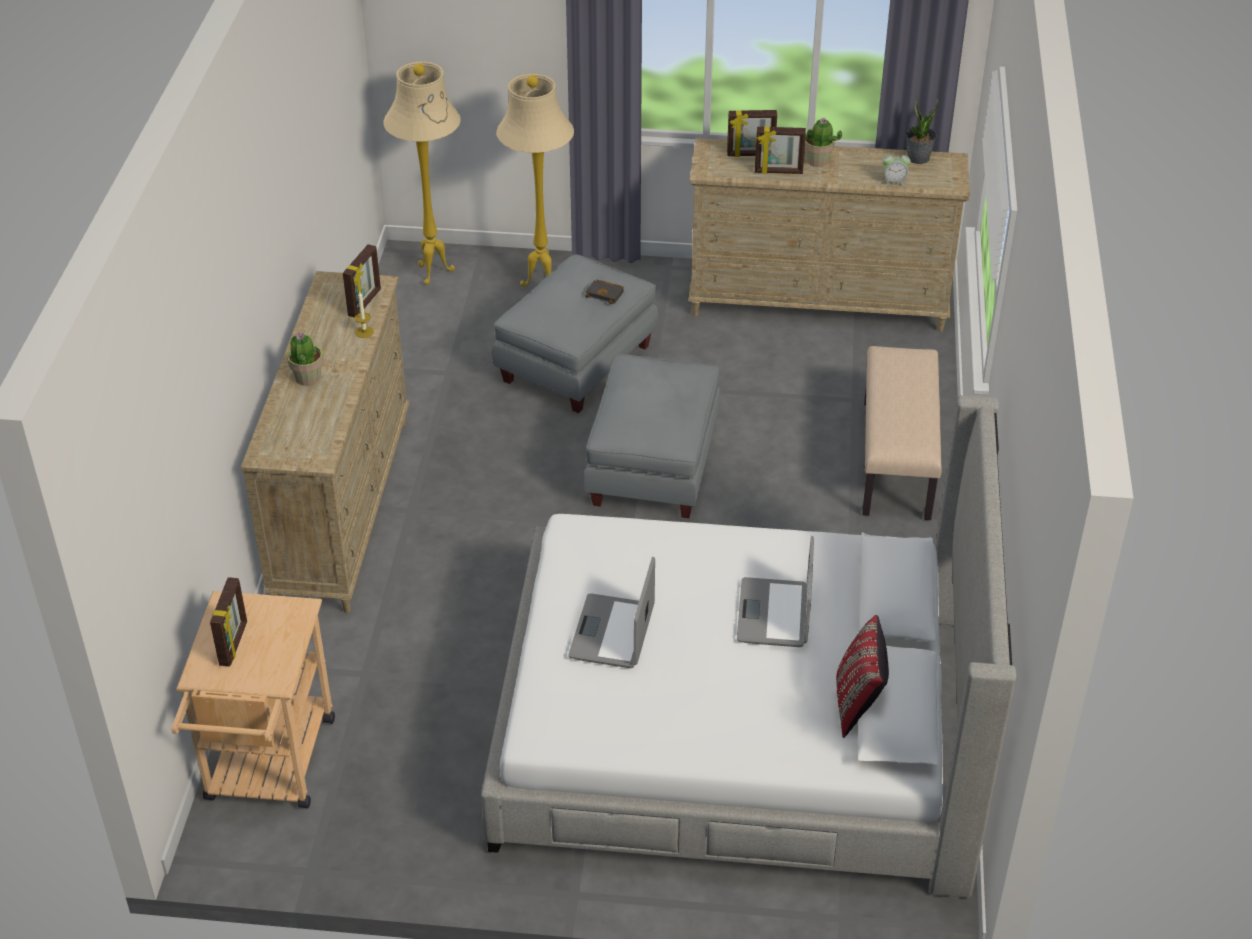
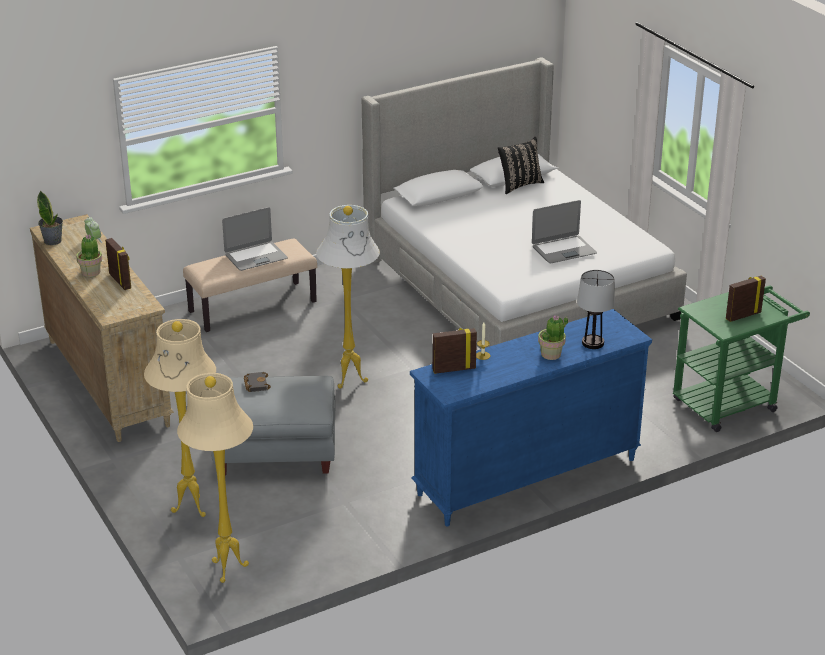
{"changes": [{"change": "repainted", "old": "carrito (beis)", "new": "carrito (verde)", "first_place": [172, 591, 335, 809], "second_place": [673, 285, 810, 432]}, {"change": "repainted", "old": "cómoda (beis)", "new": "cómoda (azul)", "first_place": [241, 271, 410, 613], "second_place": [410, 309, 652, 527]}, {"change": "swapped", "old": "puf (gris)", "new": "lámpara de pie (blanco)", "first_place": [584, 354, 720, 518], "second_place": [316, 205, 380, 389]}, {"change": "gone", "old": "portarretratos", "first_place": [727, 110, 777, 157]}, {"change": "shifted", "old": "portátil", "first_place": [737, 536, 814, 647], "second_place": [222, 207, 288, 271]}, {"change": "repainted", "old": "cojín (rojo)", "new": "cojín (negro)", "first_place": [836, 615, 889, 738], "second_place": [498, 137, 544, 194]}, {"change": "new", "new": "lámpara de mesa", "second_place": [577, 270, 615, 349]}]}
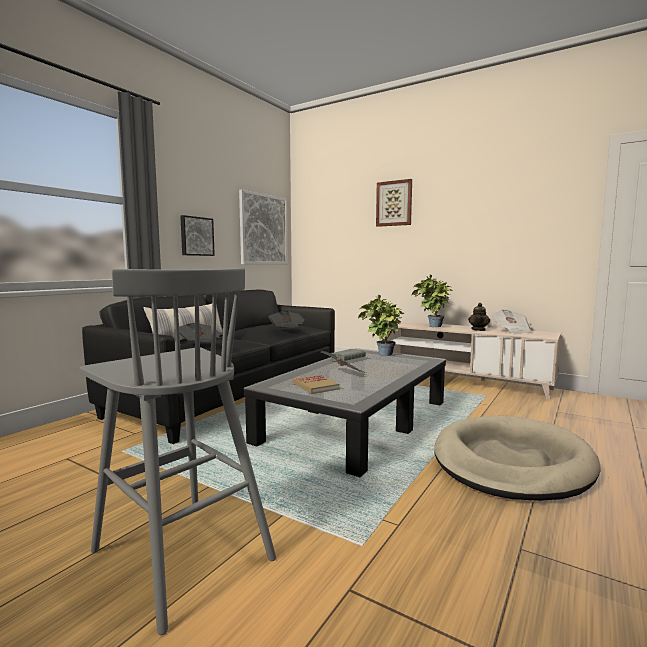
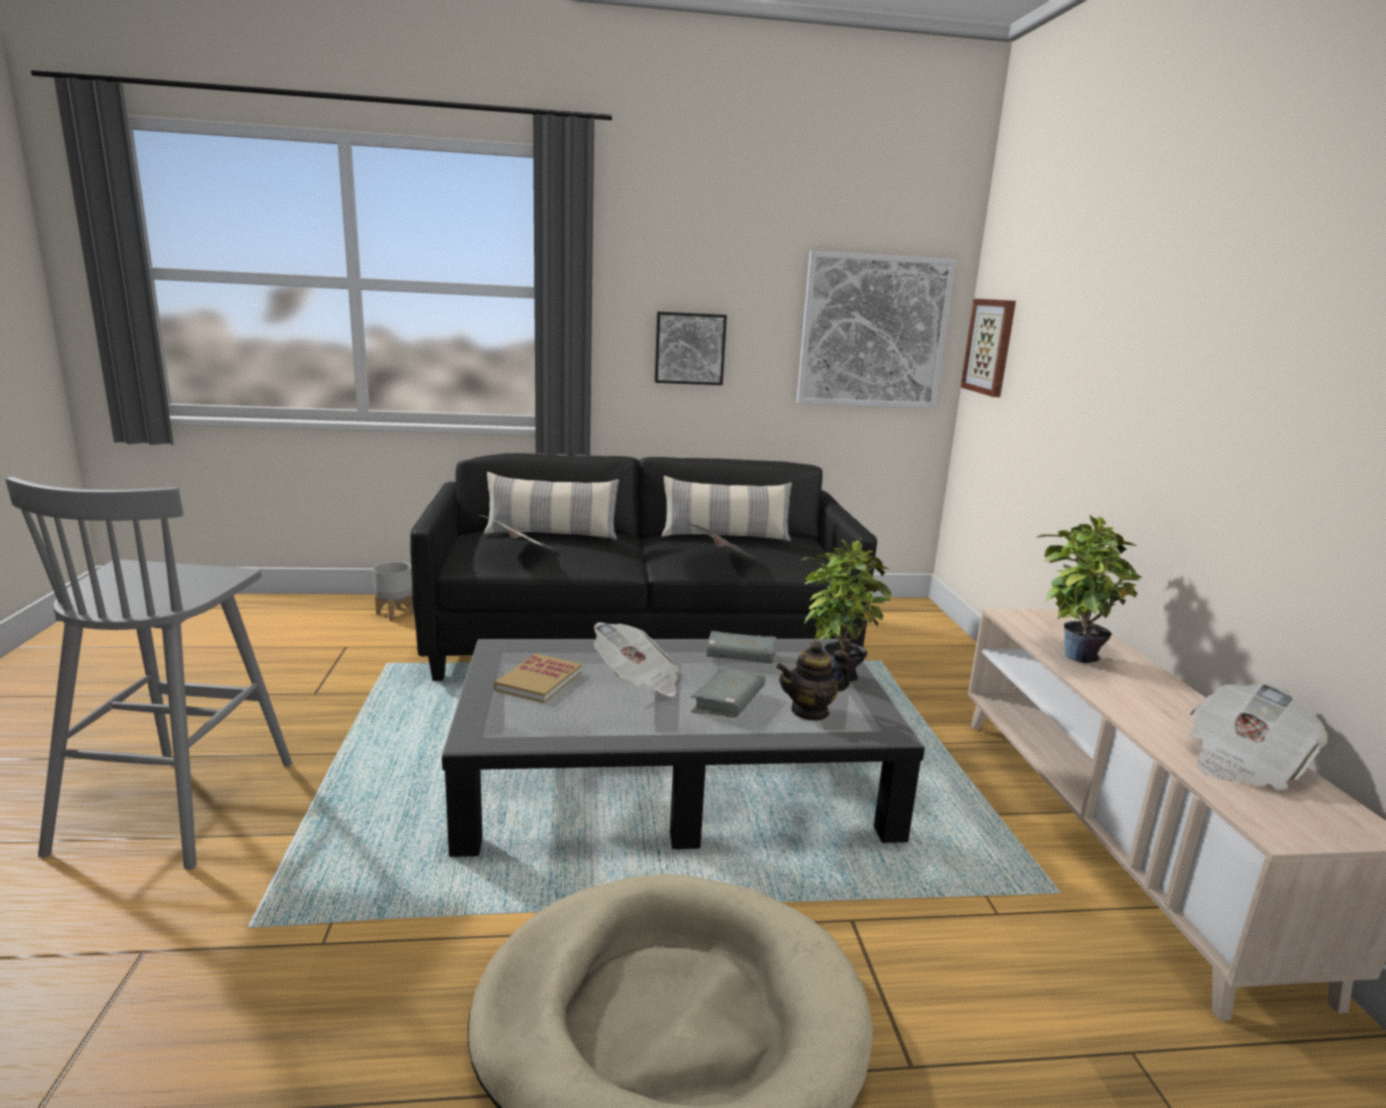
{"changes": [{"change": "shifted", "old": "cuadro", "first_place": [376, 179, 412, 227], "second_place": [961, 299, 1016, 397]}, {"change": "shifted", "old": "tetera", "first_place": [468, 303, 490, 331], "second_place": [776, 641, 850, 721]}, {"change": "new", "new": "maceta (gris)", "second_place": [373, 562, 414, 621]}, {"change": "new", "new": "cojín", "second_place": [661, 476, 792, 541]}, {"change": "new", "new": "libro (gris)", "second_place": [691, 666, 765, 718]}]}
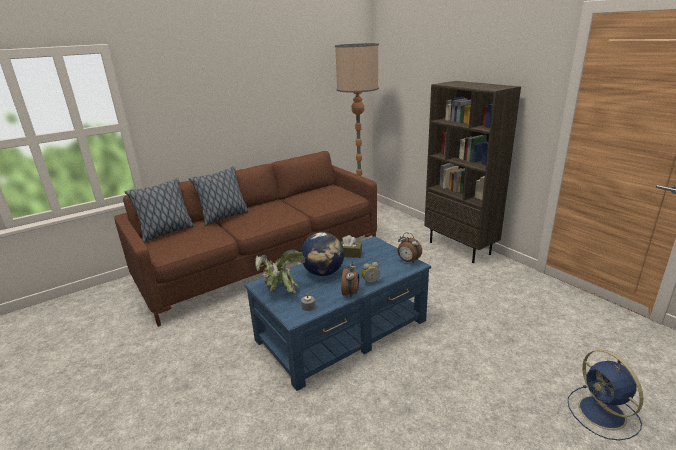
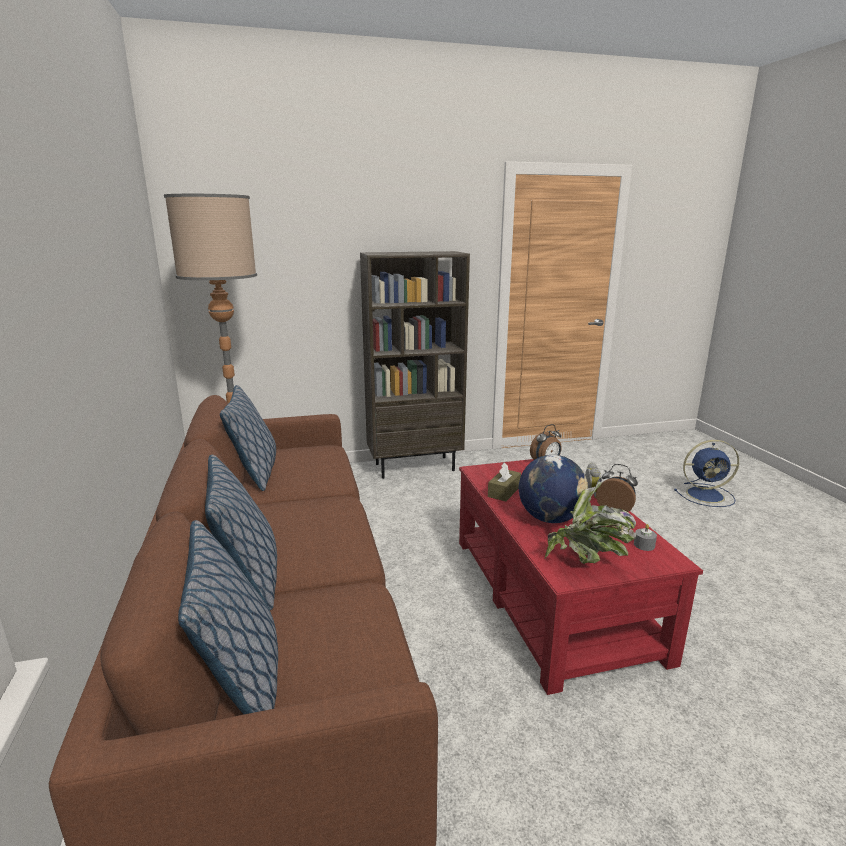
{"changes": [{"change": "repainted", "old": "mesa de centro (azul)", "new": "mesa de centro (rojo)", "first_place": [245, 236, 431, 391], "second_place": [459, 459, 703, 695]}, {"change": "new", "new": "cojín", "second_place": [220, 385, 276, 491]}]}
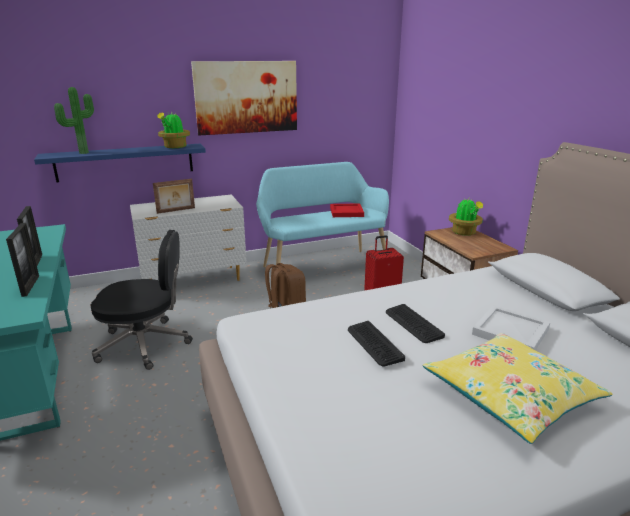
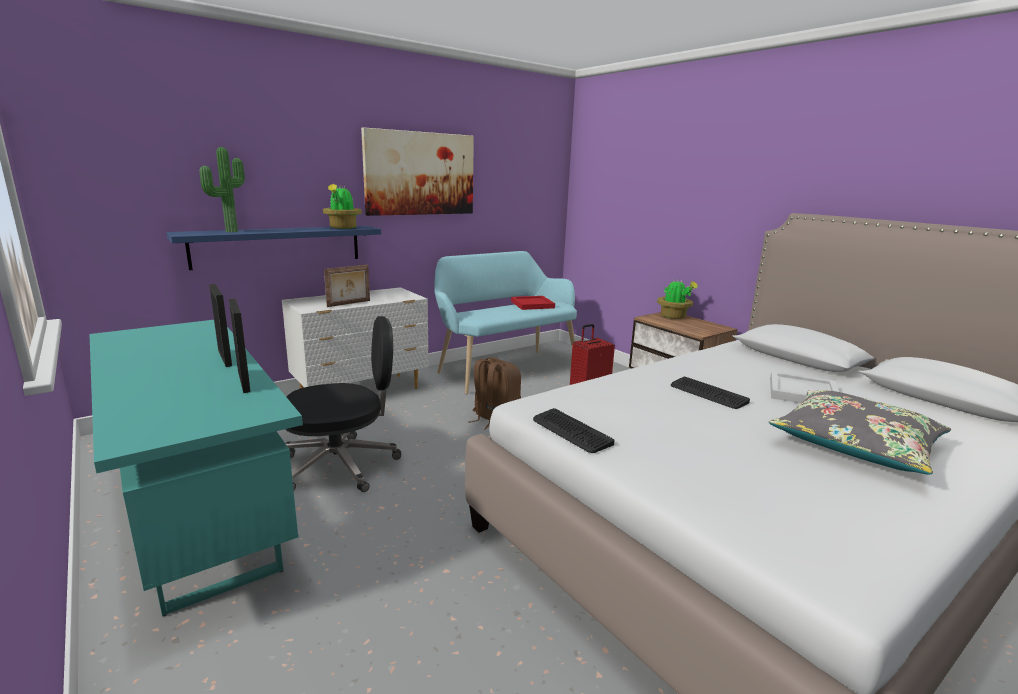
{"changes": [{"change": "shifted", "old": "teclado", "first_place": [348, 321, 405, 366], "second_place": [533, 408, 615, 453]}, {"change": "repainted", "old": "cojín (amarillo)", "new": "cojín (gris)", "first_place": [423, 333, 613, 444], "second_place": [769, 390, 951, 475]}]}
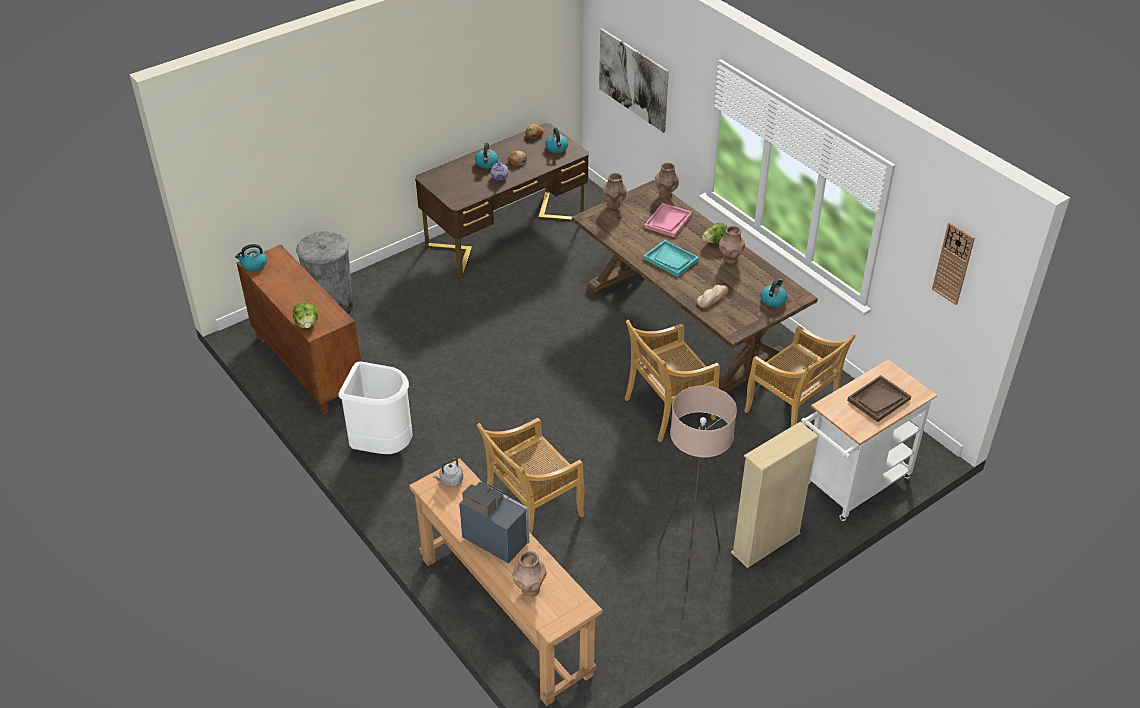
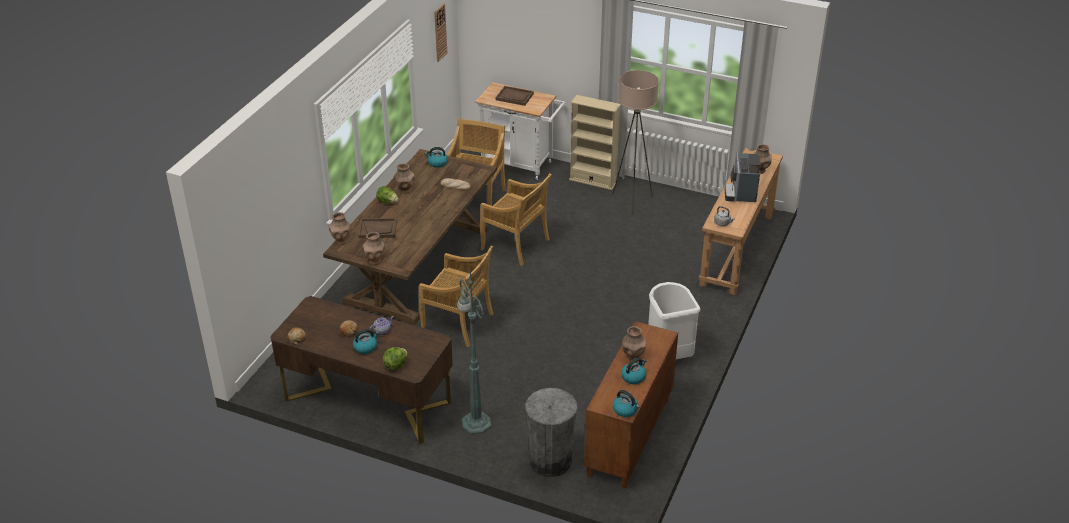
{"changes": [{"change": "shifted", "old": "lechuga", "first_place": [293, 302, 318, 328], "second_place": [383, 347, 408, 370]}, {"change": "shifted", "old": "silla (beis)", "first_place": [477, 418, 585, 535], "second_place": [419, 245, 493, 347]}, {"change": "shifted", "old": "hervidor", "first_place": [545, 128, 568, 153], "second_place": [621, 358, 646, 384]}, {"change": "gone", "old": "cuadro", "first_place": [599, 29, 669, 133]}, {"change": "gone", "old": "bandeja (turquesa)", "first_place": [643, 240, 699, 277]}, {"change": "repainted", "old": "bandeja (rosa)", "new": "bandeja (marrón)", "first_place": [644, 203, 692, 238], "second_place": [358, 218, 397, 238]}, {"change": "new", "new": "lámpara de pie (verde)", "second_place": [457, 268, 491, 434]}, {"change": "new", "new": "florero (marrón)", "second_place": [622, 326, 647, 361]}]}
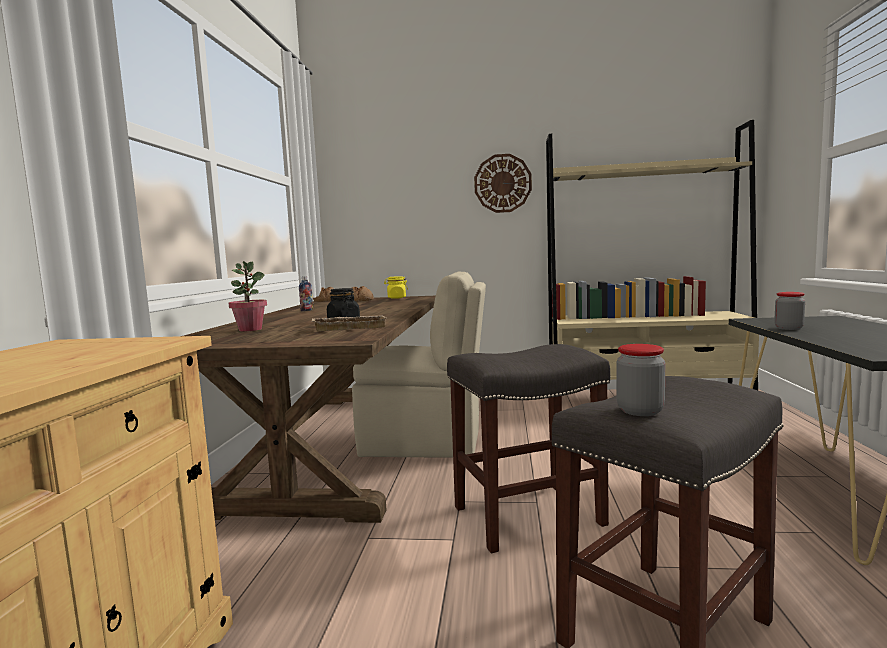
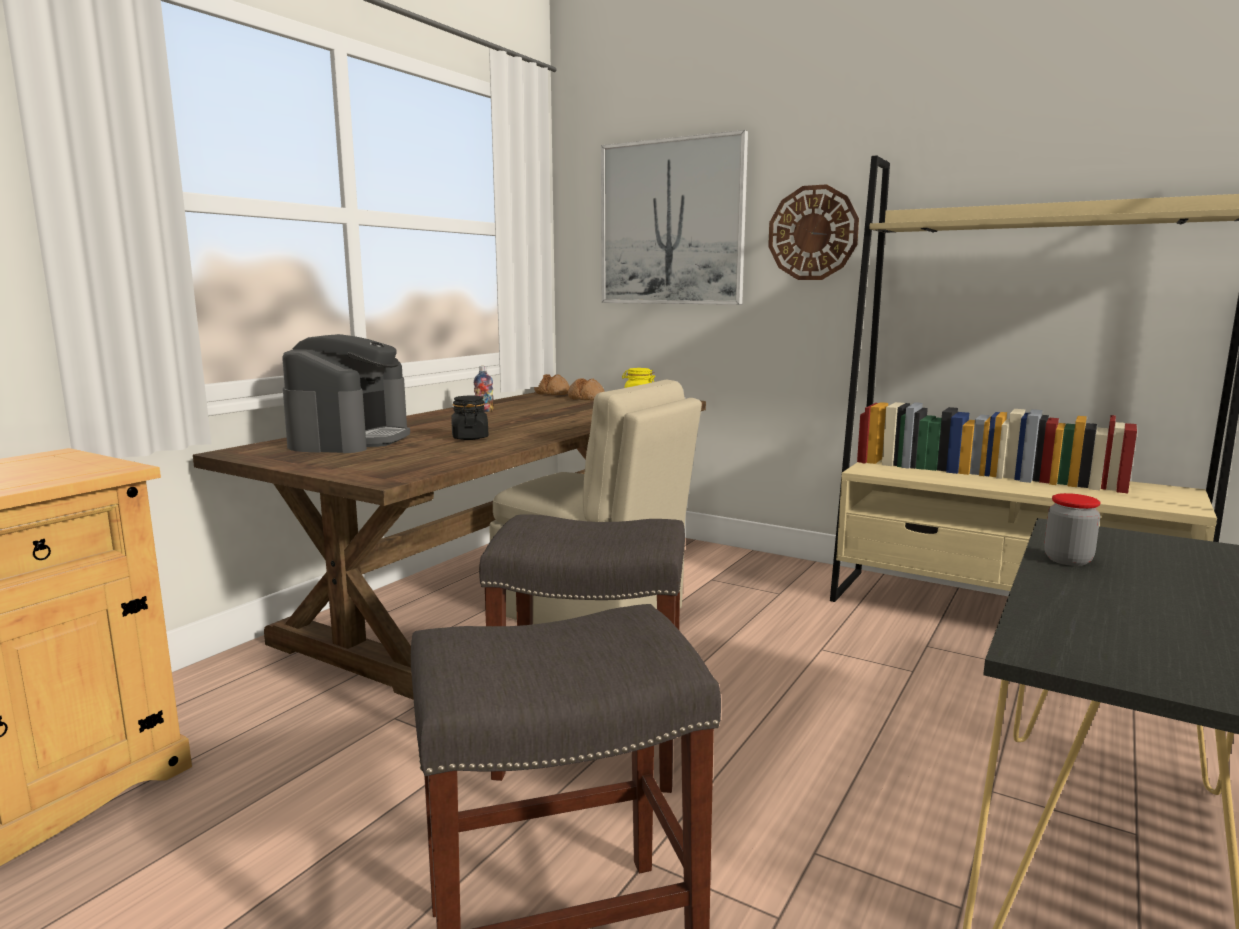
{"changes": [{"change": "swapped", "old": "planta en maceta", "new": "cafetera", "first_place": [229, 261, 267, 332], "second_place": [282, 334, 410, 453]}, {"change": "gone", "old": "bandeja (beis)", "first_place": [312, 315, 386, 332]}, {"change": "gone", "old": "tarro", "first_place": [616, 344, 665, 416]}, {"change": "new", "new": "cuadro", "second_place": [601, 130, 748, 305]}]}
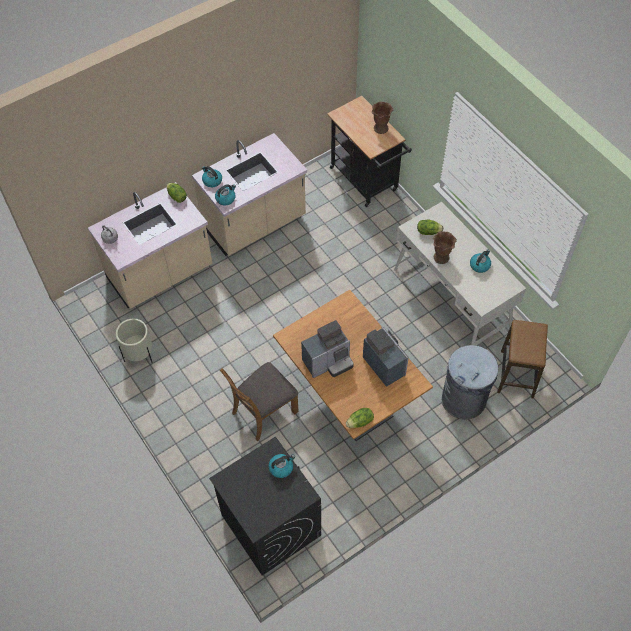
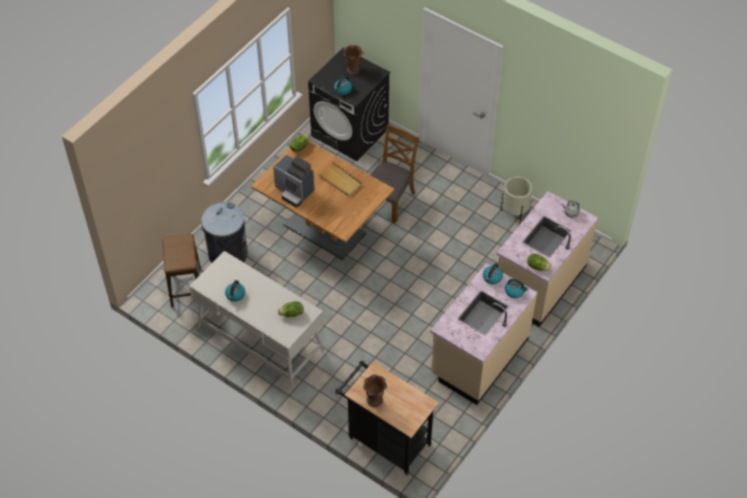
{"changes": [{"change": "swapped", "old": "cafetera", "new": "bandeja (beis)", "first_place": [301, 320, 354, 378], "second_place": [319, 162, 362, 196]}, {"change": "shifted", "old": "florero (marrón)", "first_place": [433, 231, 457, 264], "second_place": [344, 45, 364, 75]}]}
